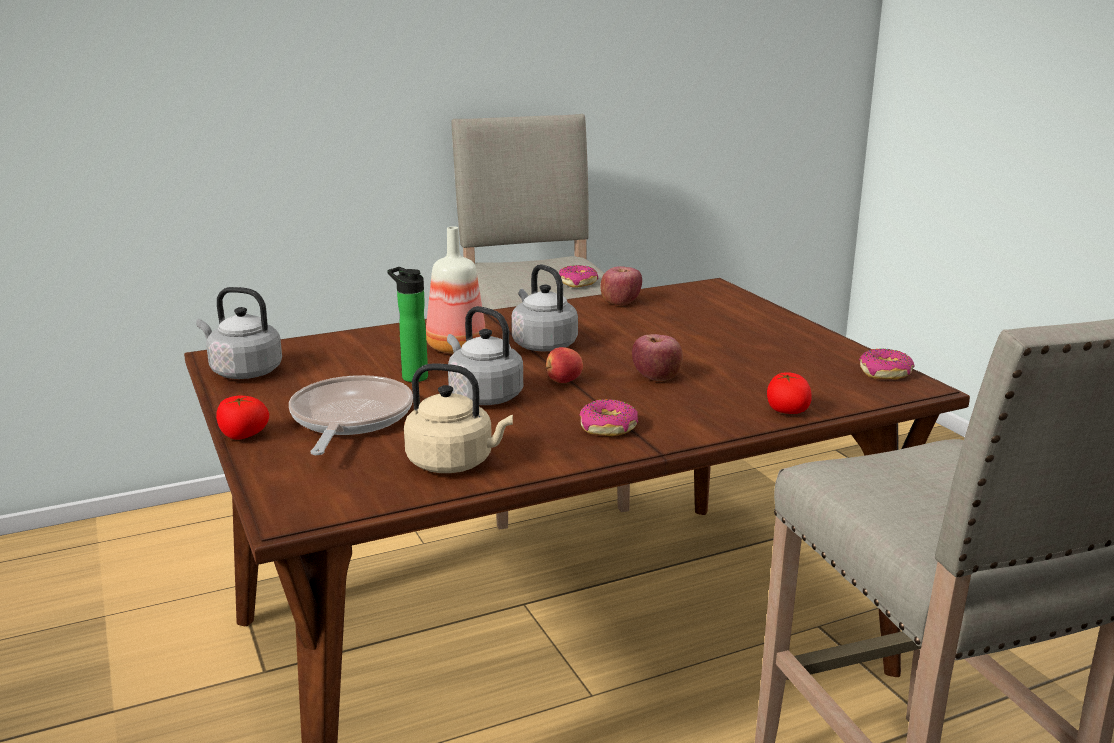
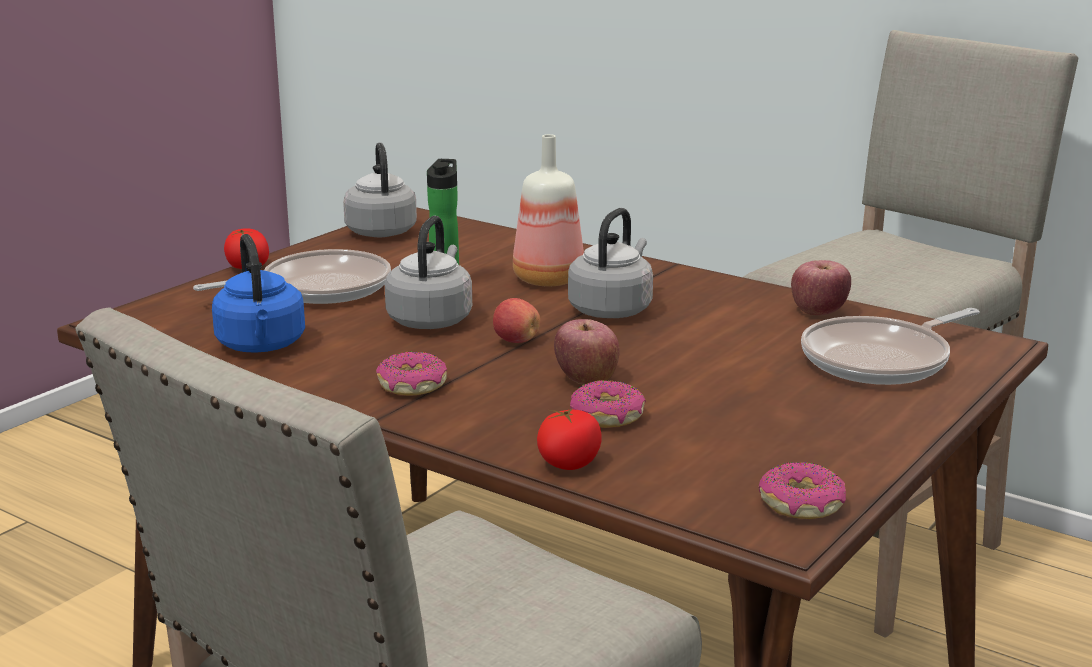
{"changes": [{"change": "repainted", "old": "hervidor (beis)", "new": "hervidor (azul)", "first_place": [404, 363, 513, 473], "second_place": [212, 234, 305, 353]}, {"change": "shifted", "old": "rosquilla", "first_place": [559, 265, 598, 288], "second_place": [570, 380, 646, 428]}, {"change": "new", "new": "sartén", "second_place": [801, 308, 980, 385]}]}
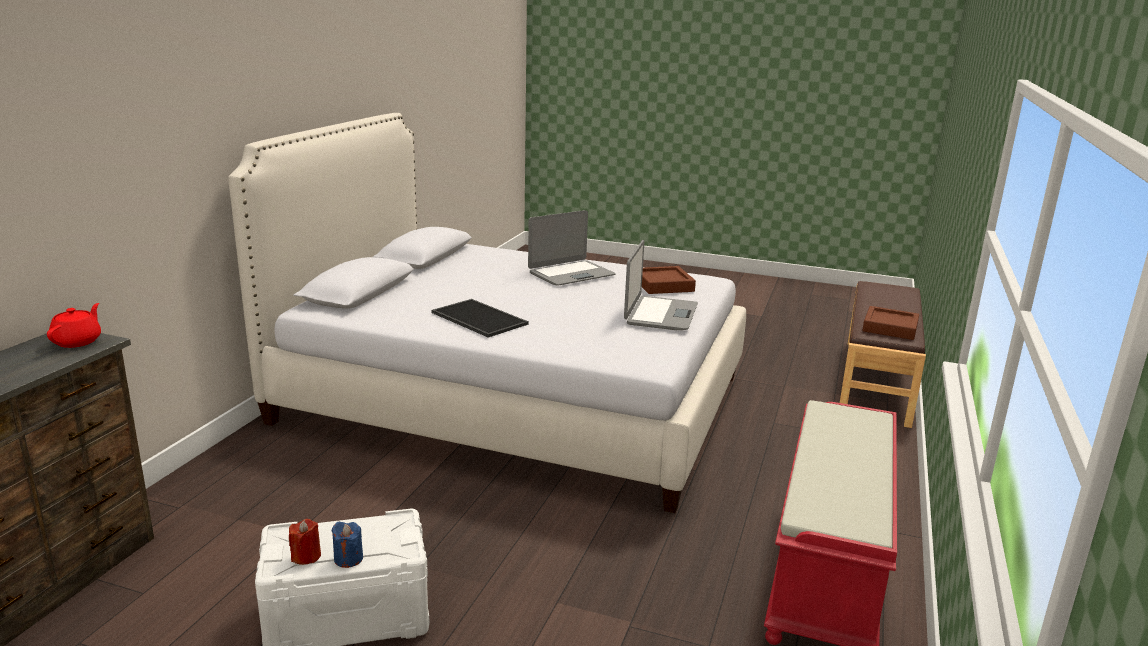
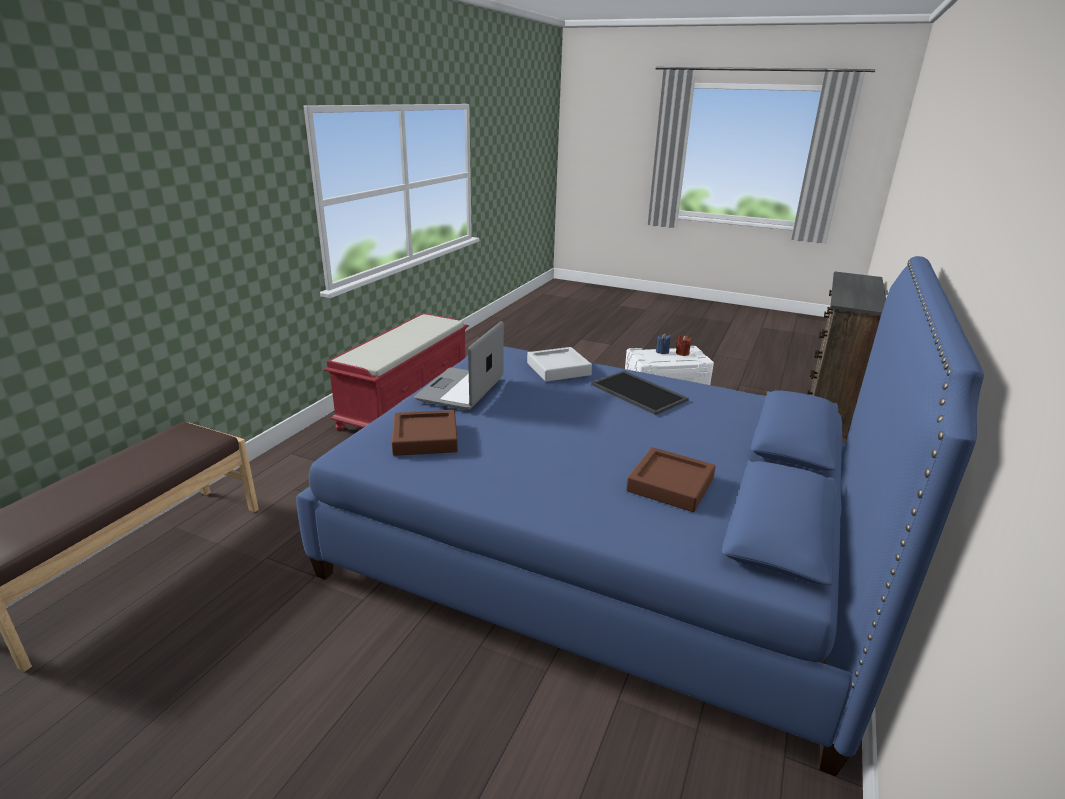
{"changes": [{"change": "gone", "old": "tetera (rojo)", "first_place": [47, 303, 101, 348]}, {"change": "repainted", "old": "cama (blanco)", "new": "cama (azul)", "first_place": [228, 113, 746, 513], "second_place": [296, 256, 984, 776]}, {"change": "gone", "old": "portátil", "first_place": [528, 210, 616, 286]}, {"change": "shifted", "old": "bandeja (marrón)", "first_place": [862, 306, 919, 340], "second_place": [626, 447, 716, 512]}, {"change": "new", "new": "bandeja (gris)", "second_place": [527, 347, 592, 382]}]}
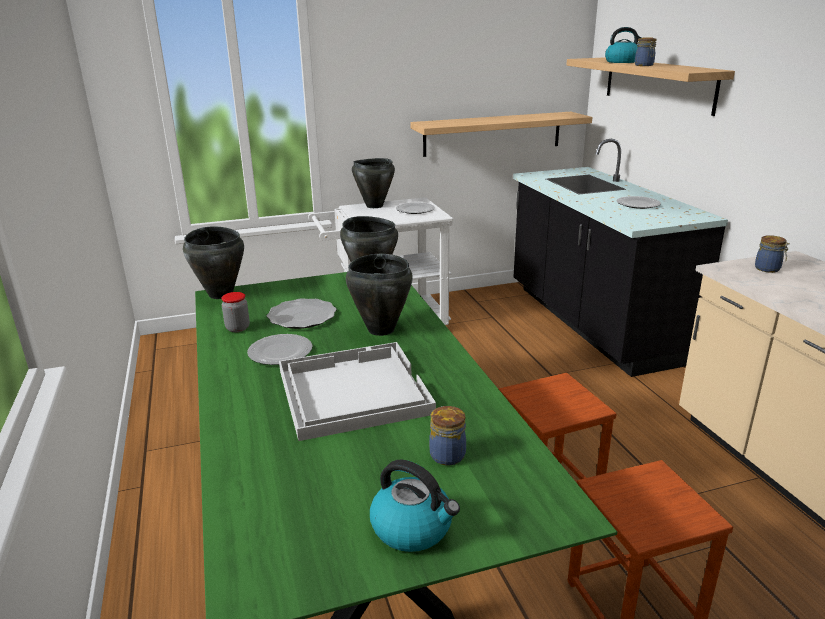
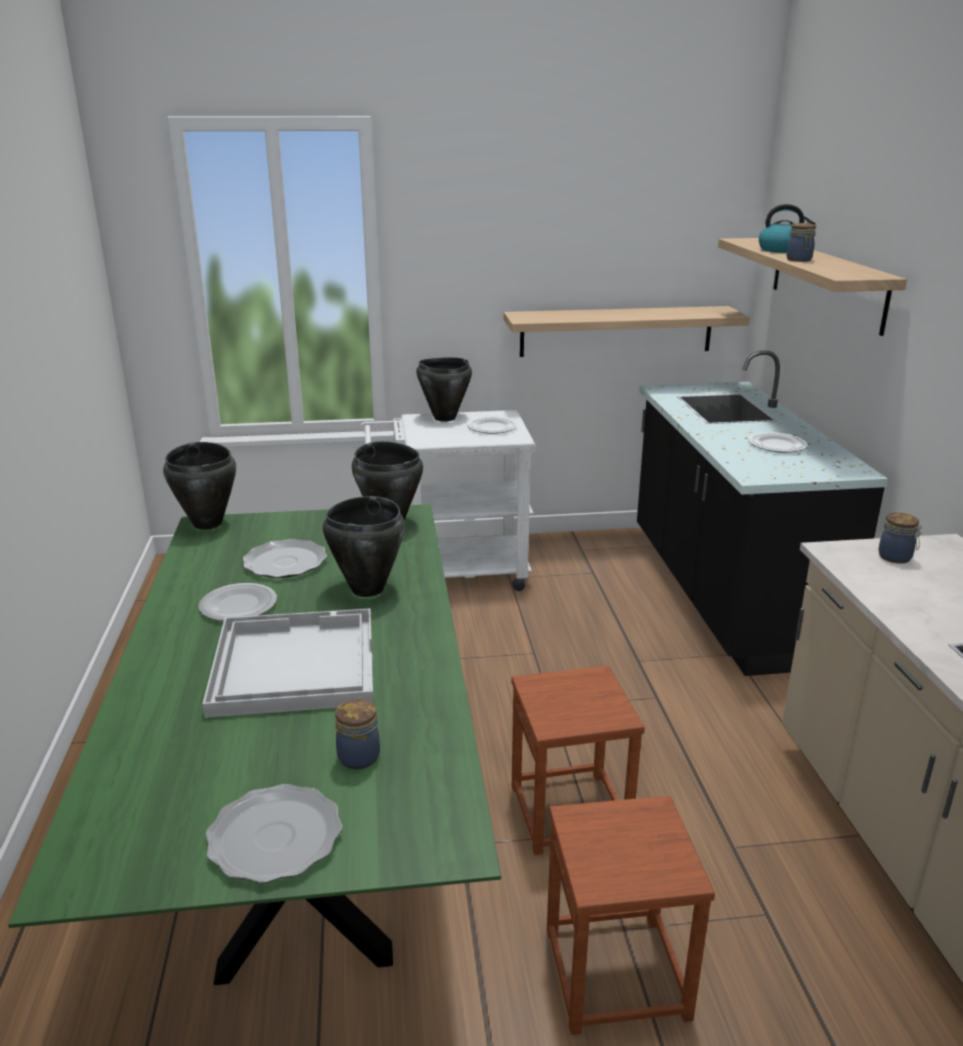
{"changes": [{"change": "gone", "old": "tarro", "first_place": [221, 292, 250, 332]}, {"change": "swapped", "old": "hervidor", "new": "plato", "first_place": [370, 460, 460, 552], "second_place": [206, 784, 342, 883]}]}
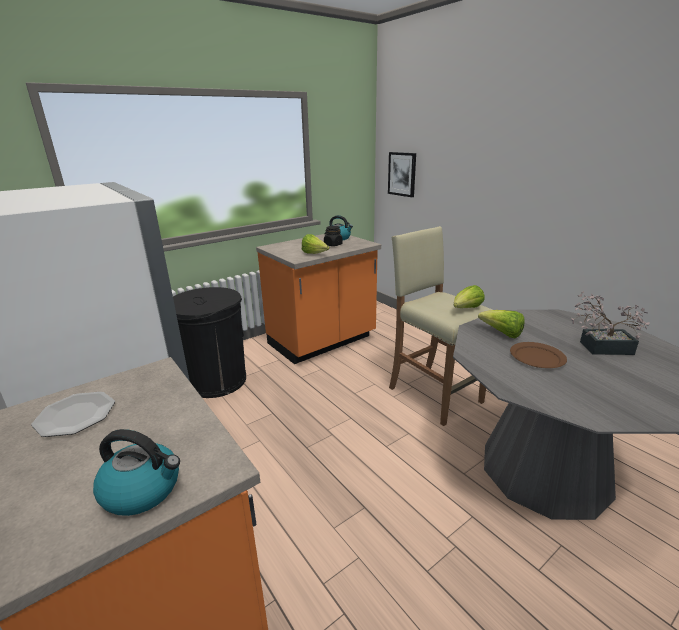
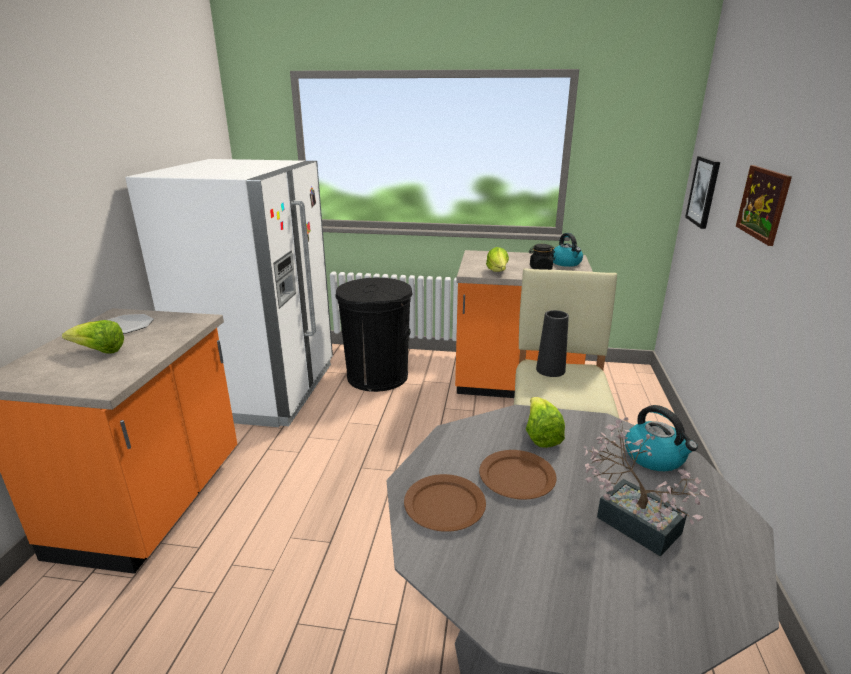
{"changes": [{"change": "shifted", "old": "hervidor", "first_place": [93, 429, 180, 516], "second_place": [625, 405, 698, 471]}, {"change": "shifted", "old": "lechuga", "first_place": [454, 285, 485, 308], "second_place": [62, 320, 124, 354]}, {"change": "new", "new": "plato (marrón)", "second_place": [404, 474, 486, 532]}, {"change": "new", "new": "florero (negro)", "second_place": [536, 310, 569, 377]}, {"change": "new", "new": "cuadro", "second_place": [736, 165, 792, 246]}]}
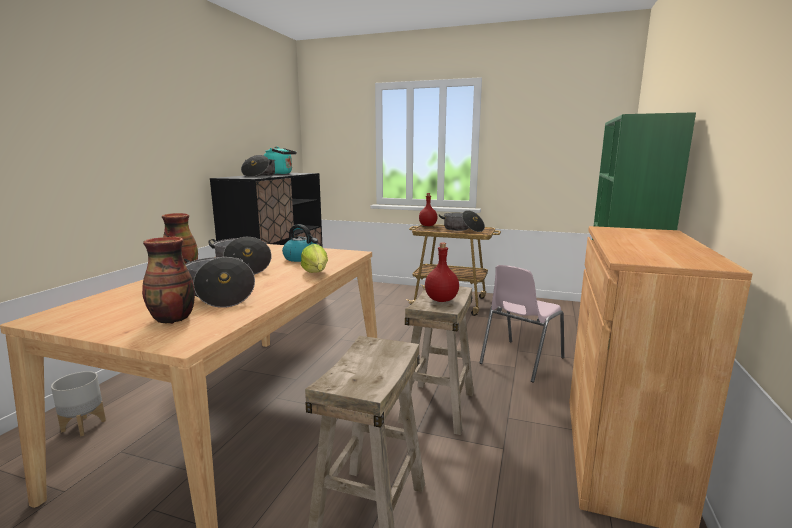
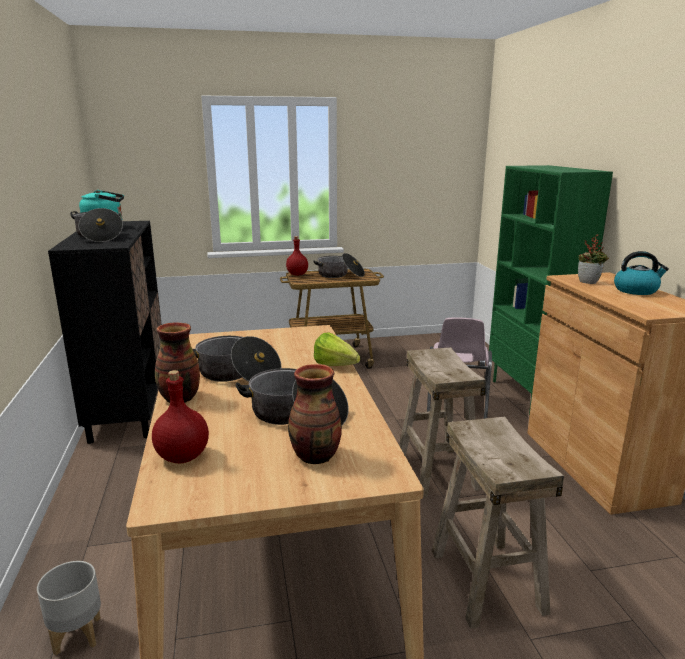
{"changes": [{"change": "shifted", "old": "hervidor", "first_place": [282, 224, 318, 262], "second_place": [614, 251, 669, 295]}, {"change": "shifted", "old": "botella (rojo)", "first_place": [425, 243, 459, 302], "second_place": [152, 370, 209, 463]}, {"change": "new", "new": "planta en maceta", "second_place": [578, 234, 609, 284]}]}
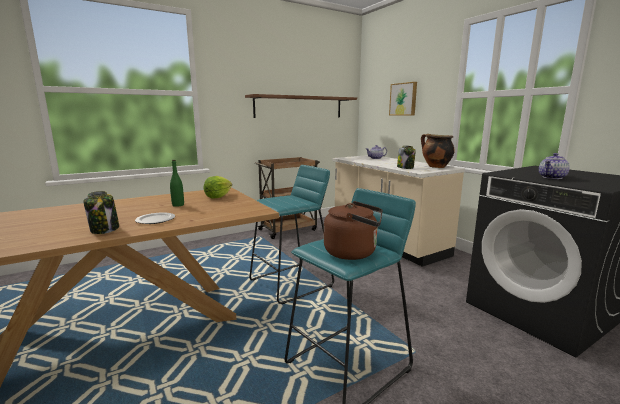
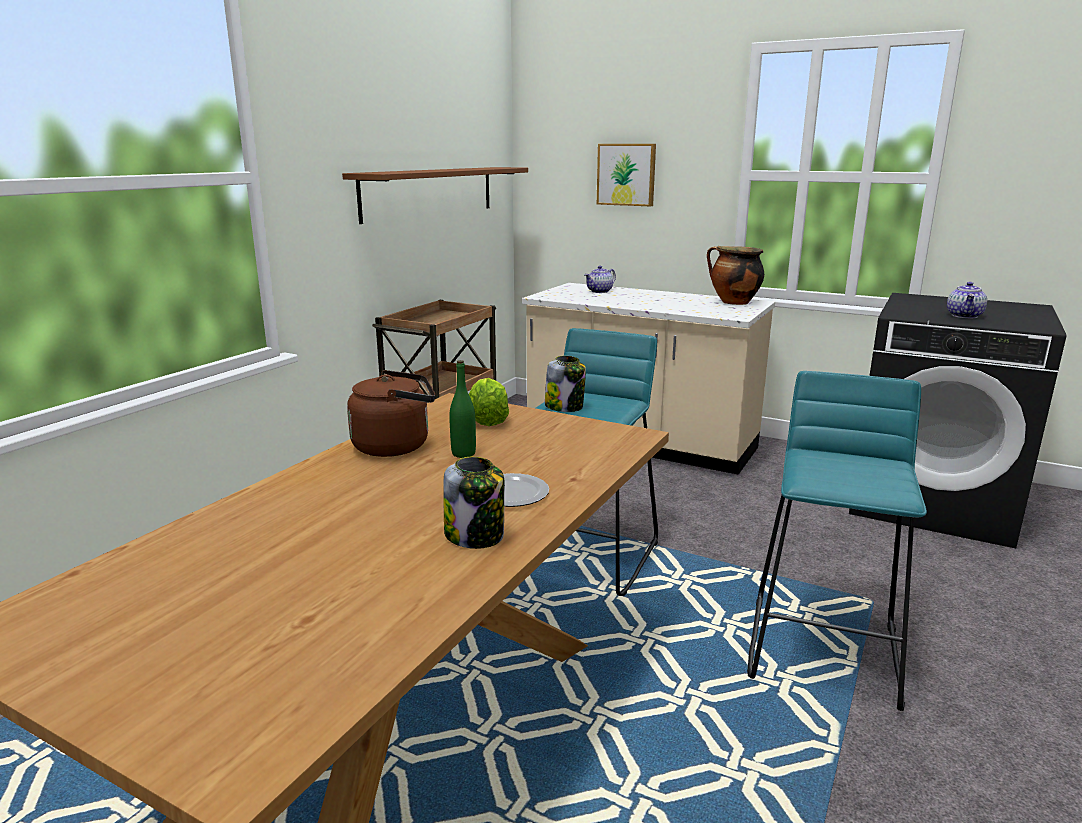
{"changes": [{"change": "shifted", "old": "hervidor (marrón)", "first_place": [324, 201, 382, 260], "second_place": [347, 370, 435, 457]}, {"change": "shifted", "old": "tarro", "first_place": [397, 146, 416, 169], "second_place": [545, 356, 586, 412]}]}
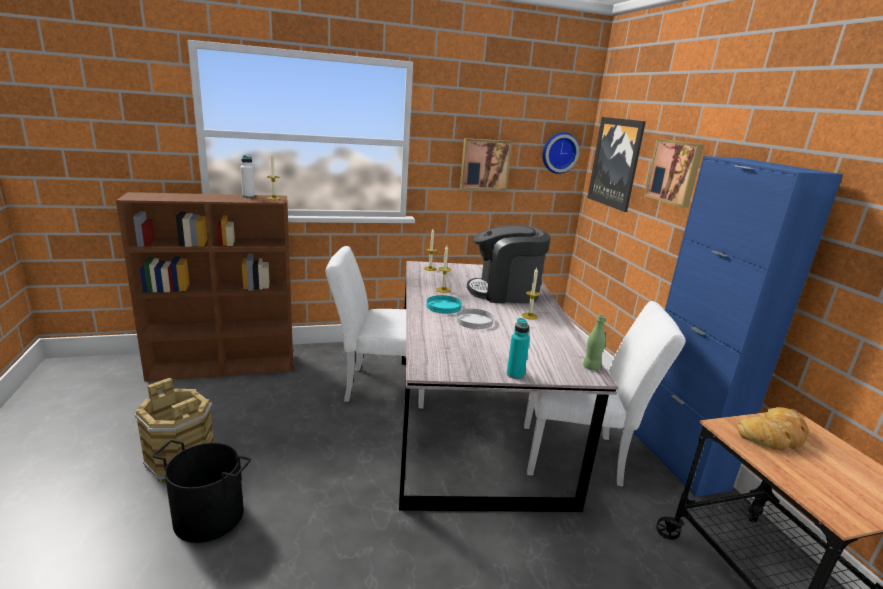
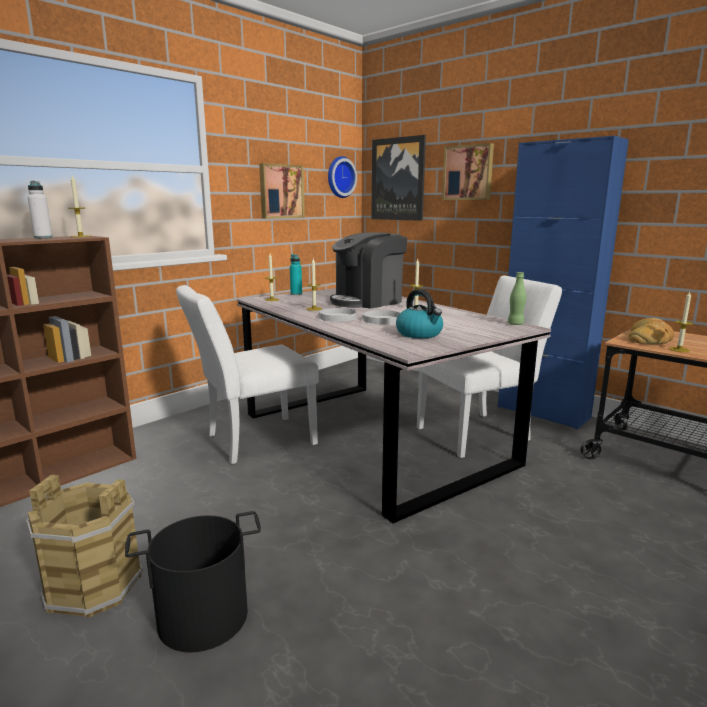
{"changes": [{"change": "repainted", "old": "plato (turquesa)", "new": "plato (blanco)", "first_place": [426, 295, 462, 314], "second_place": [319, 308, 357, 322]}, {"change": "shifted", "old": "botella (turquesa)", "first_place": [507, 318, 530, 379], "second_place": [290, 254, 302, 295]}, {"change": "new", "new": "hervidor", "second_place": [396, 289, 443, 338]}, {"change": "new", "new": "vela", "second_place": [669, 292, 693, 352]}]}
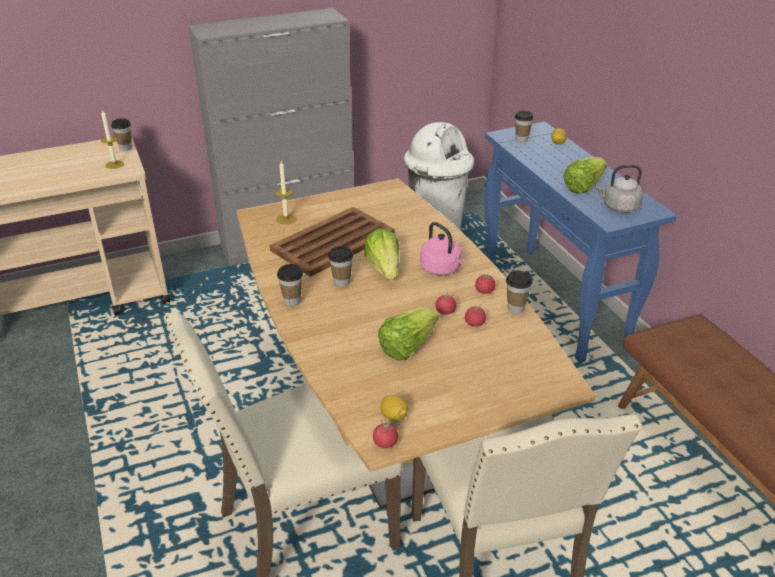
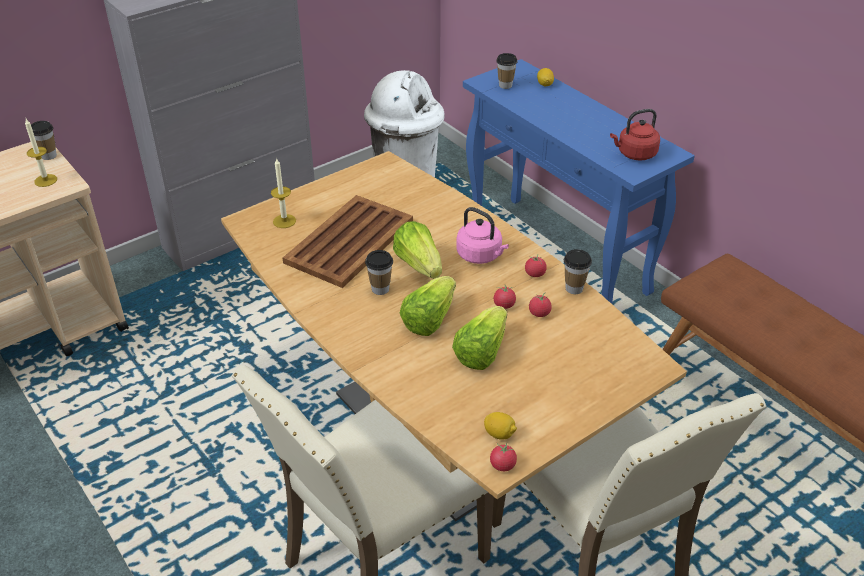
{"changes": [{"change": "gone", "old": "taza", "first_place": [277, 264, 303, 306]}, {"change": "shifted", "old": "lechuga", "first_place": [563, 157, 607, 194], "second_place": [400, 276, 456, 336]}, {"change": "repainted", "old": "hervidor (gris)", "new": "hervidor (rojo)", "first_place": [595, 165, 644, 213], "second_place": [610, 109, 660, 161]}]}
